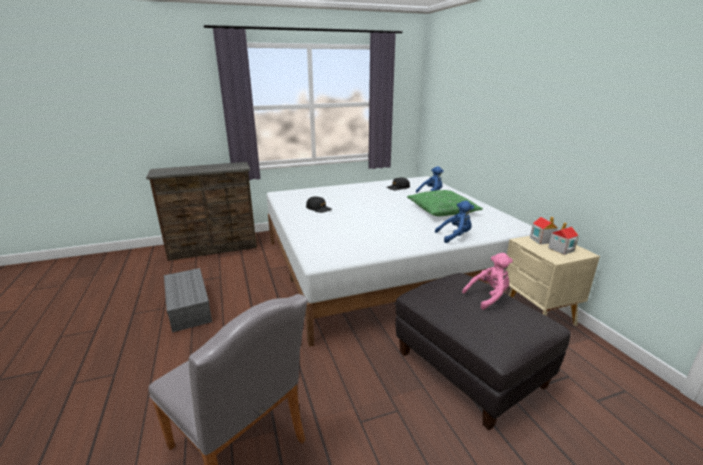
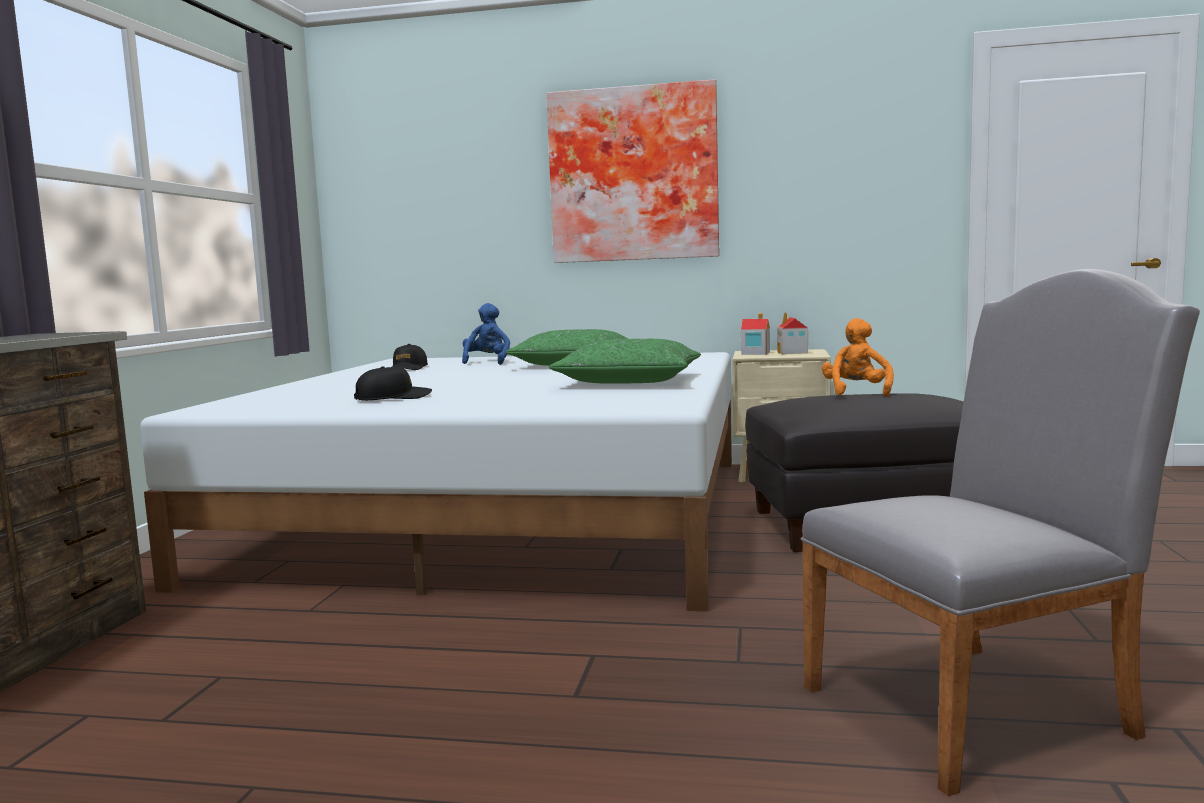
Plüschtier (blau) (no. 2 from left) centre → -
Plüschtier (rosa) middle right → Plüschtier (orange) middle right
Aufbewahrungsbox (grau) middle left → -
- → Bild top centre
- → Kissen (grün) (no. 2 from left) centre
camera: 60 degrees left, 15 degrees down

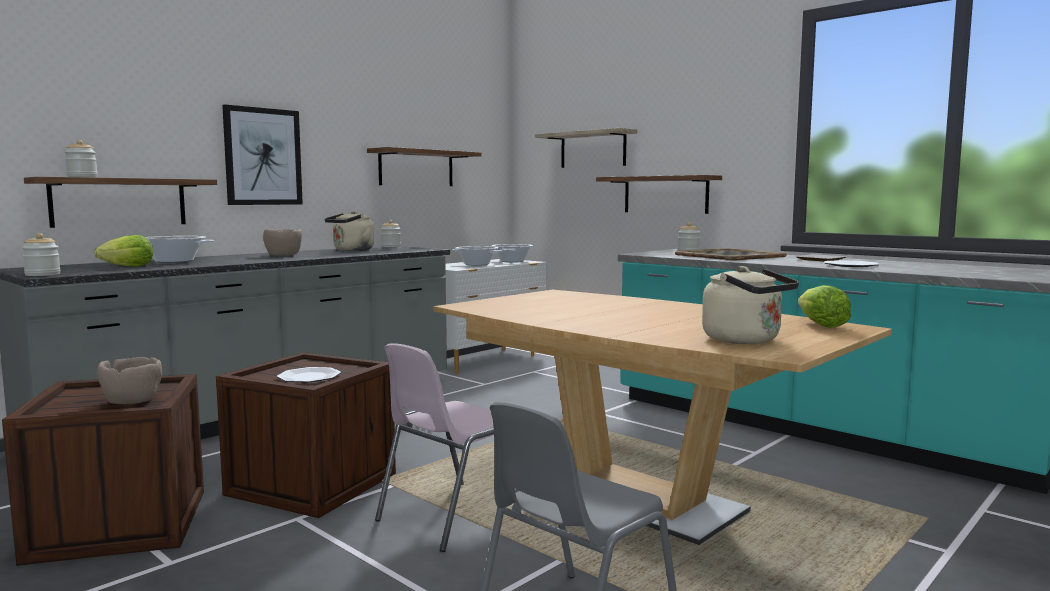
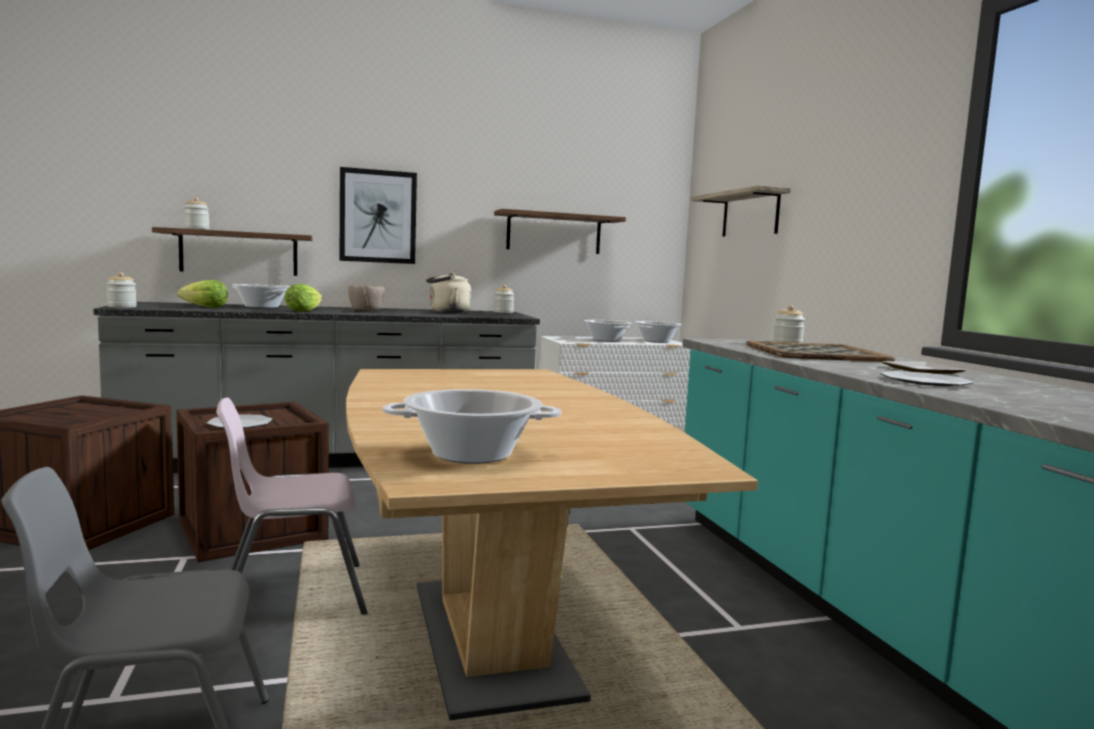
Wandregal (no. 4 from left) top centre → -
Wasserkessel (beige) (no. 2 from left) middle right → Kochtopf (no. 2 from left) centre
Salatkopf (no. 2 from left) middle right → Salatkopf (no. 2 from left) middle left, shifted
Schüssel (braun) (no. 1 from left) middle left → -
camera: 30 degrees right, 0 degrees up

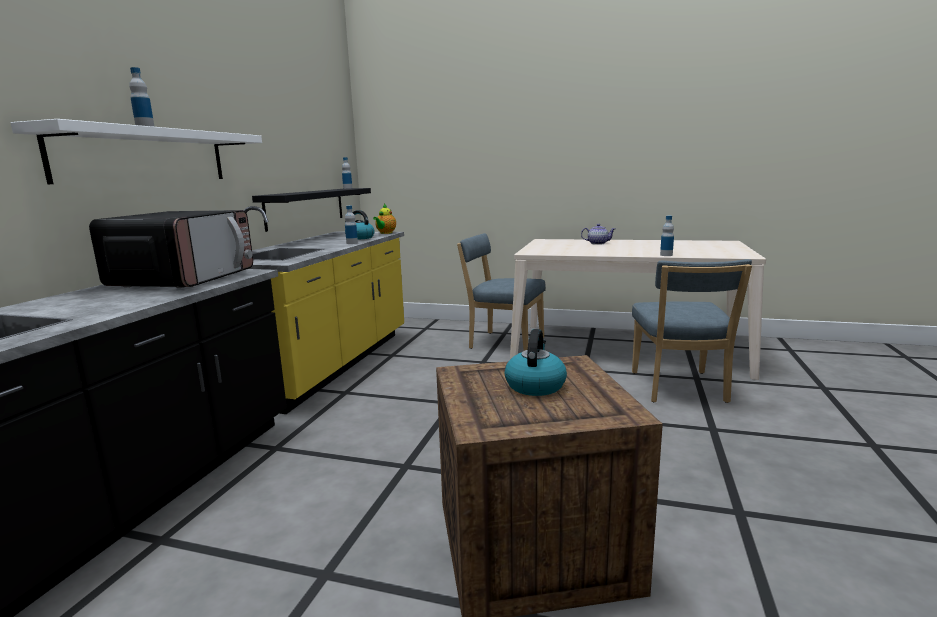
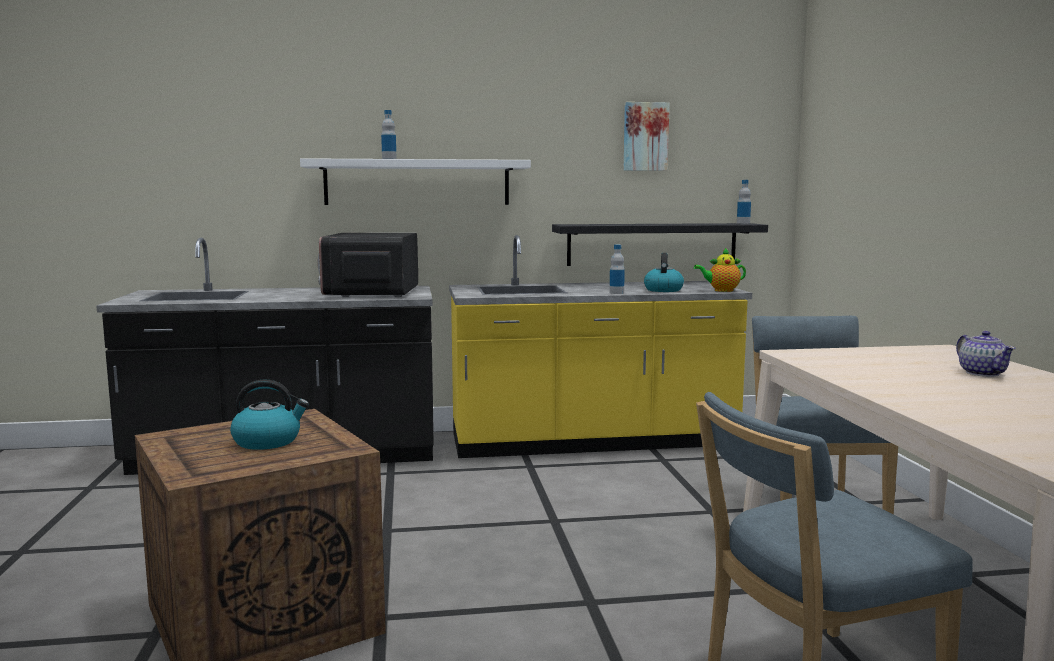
Mikrowelle middle left → Mikrowelle centre, 105 degrees clockwise
Flasche (no. 4 from left) middle right → -
- → Bild top centre
camera: 65 degrees right, 5 degrees down

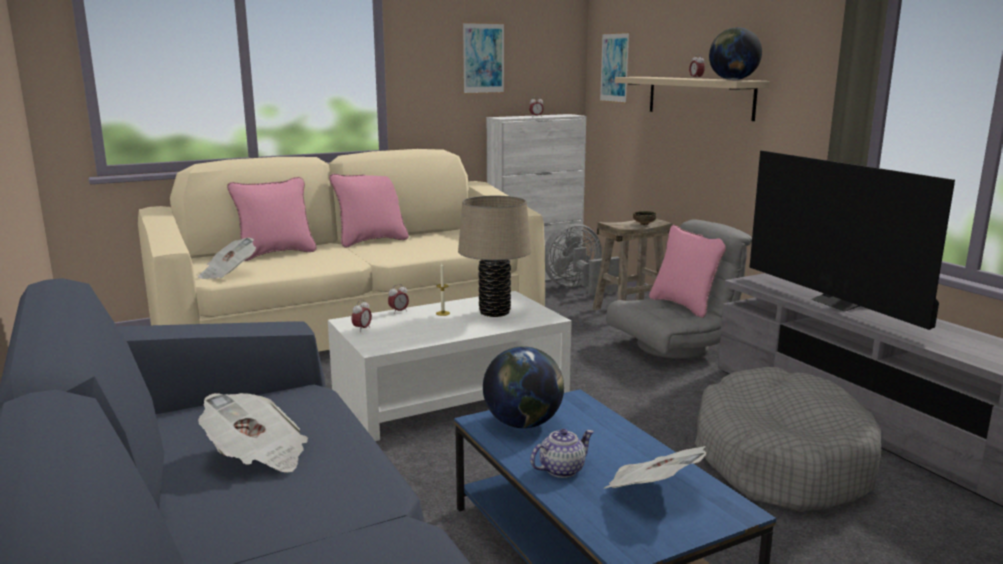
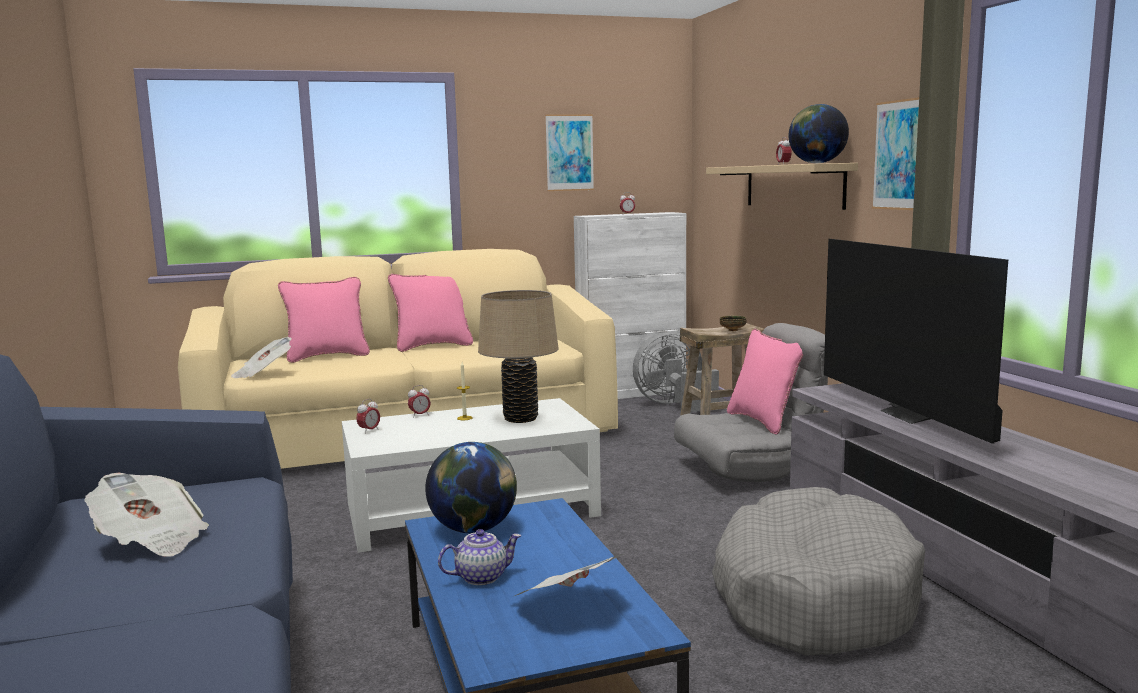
Bild (no. 2 from left) top centre → Bild (no. 2 from left) top right, shifted
camera: 10 degrees right, 5 degrees down

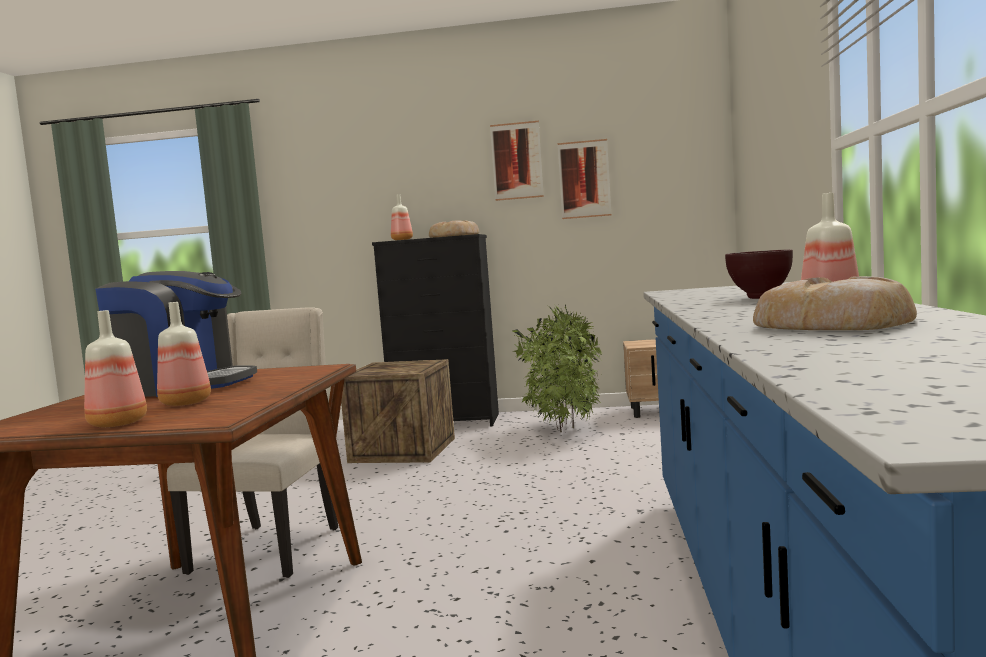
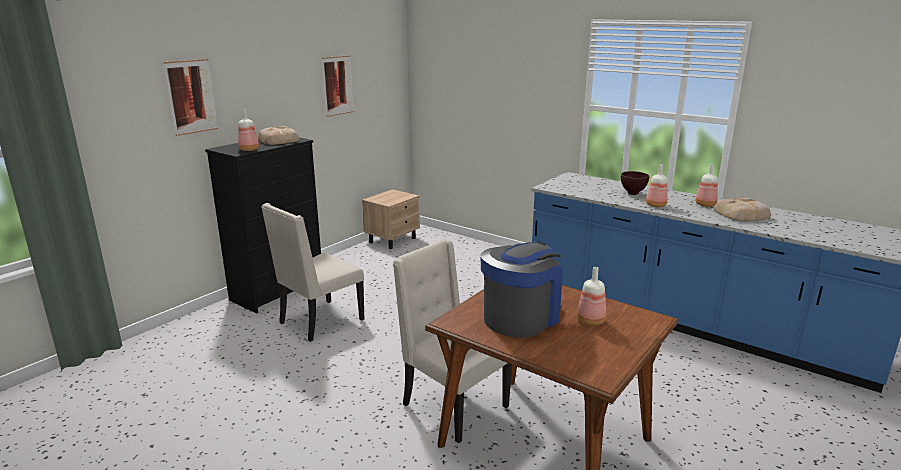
Bild (no. 1 from left) top centre → Bild (no. 1 from left) top left, shifted
Topfpflanze centre → -
Flasche (no. 1 from left in the first image) middle left → Flasche (no. 3 from left) middle right, shifted
Kiste centre → Stuhl (beige) (no. 1 from left) centre
camera: 60 degrees left, 15 degrees up

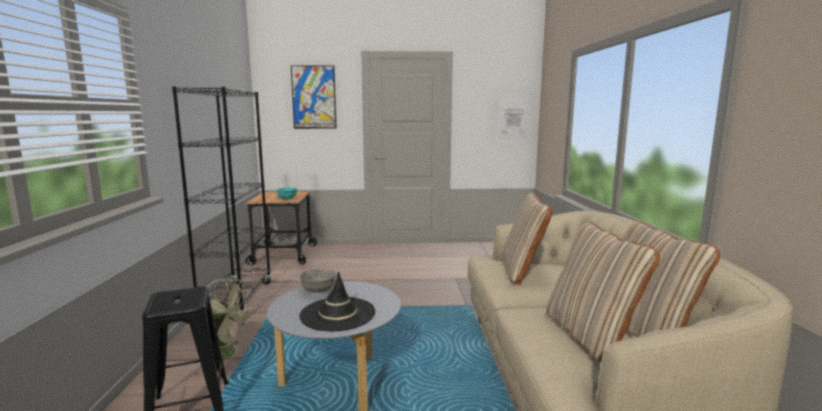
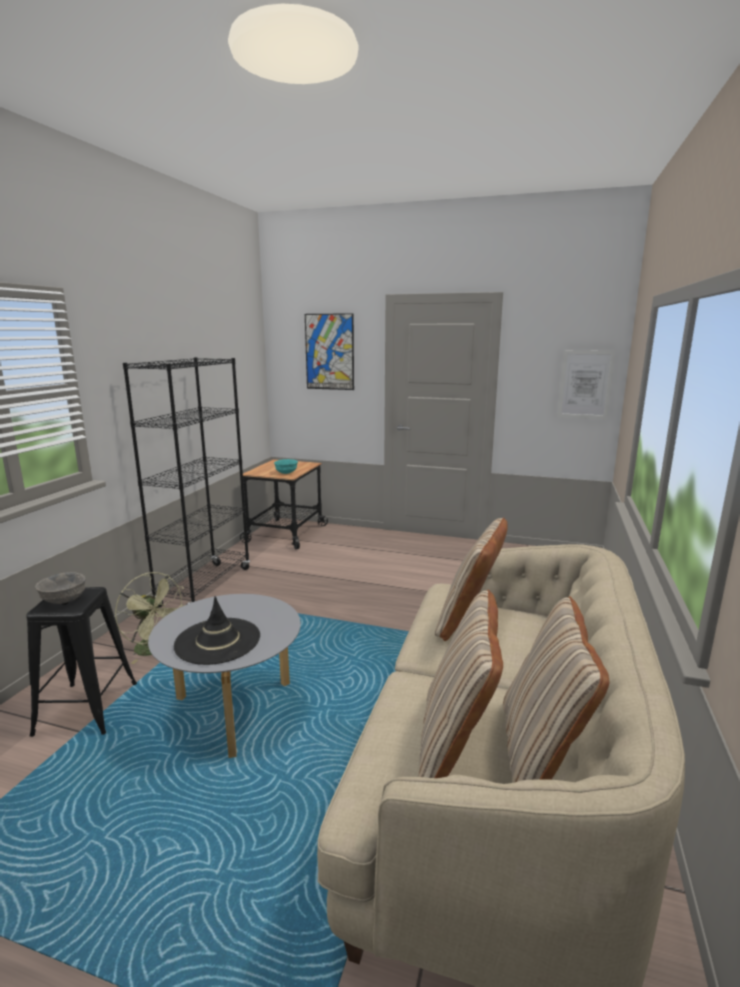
Schüssel (grau) bottom centre → Schüssel (grau) middle left, shifted
camera: 20 degrees right, 5 degrees up

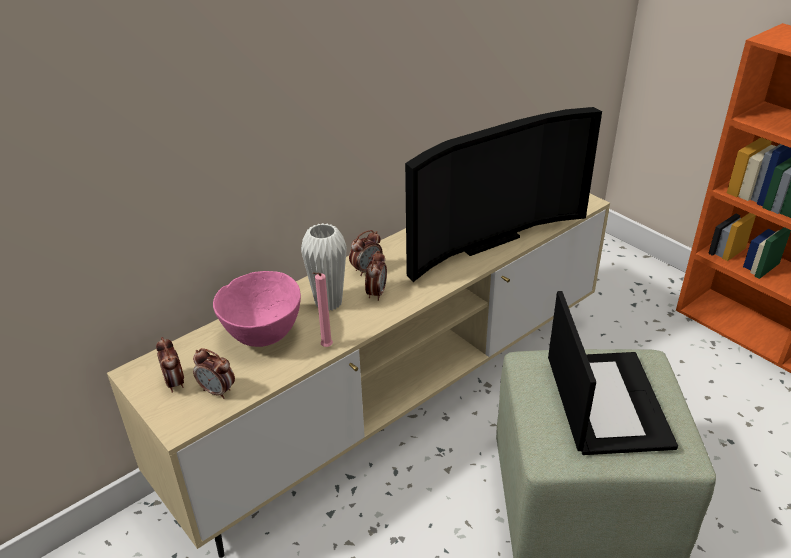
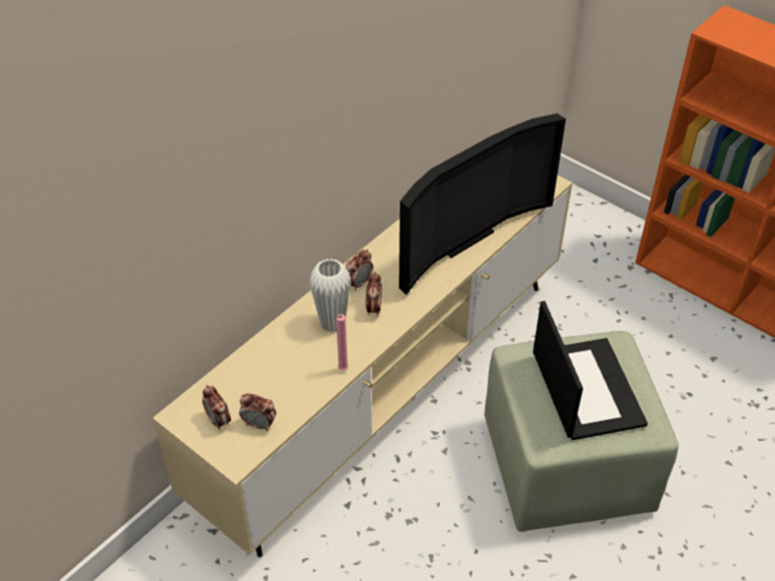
Schüssel (rosa) middle left → -
camera: 10 degrees left, 10 degrees up

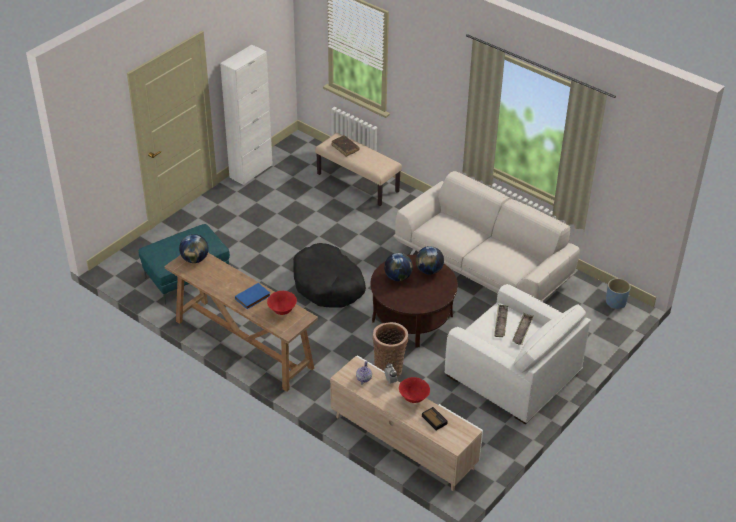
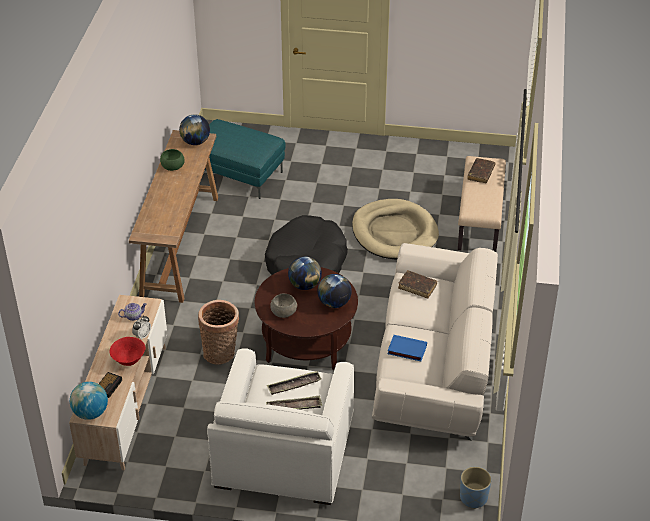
Schrank (weiß) top centre → -
Buch (blau) centre → Buch (blau) bottom centre, shifted
Schüssel (rot) (no. 1 from left) centre → -
- → Schüssel (grün) top left
- → Hundebett (beige) centre
- → Buch (braun) (no. 1 from left) centre
- → Schüssel (grau) centre
- → Globus (no. 1 from left) bottom left
camera: 60 degrees right, 0 degrees up

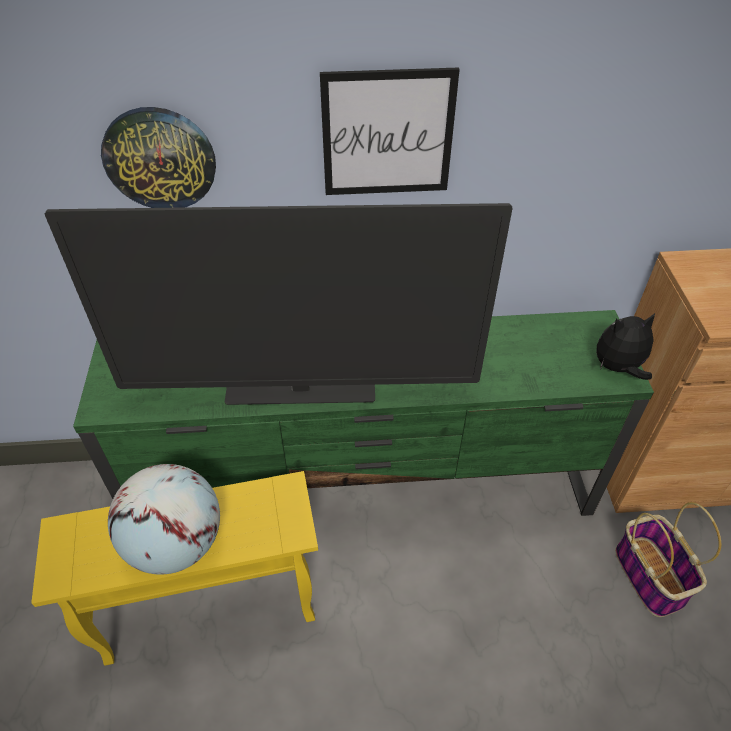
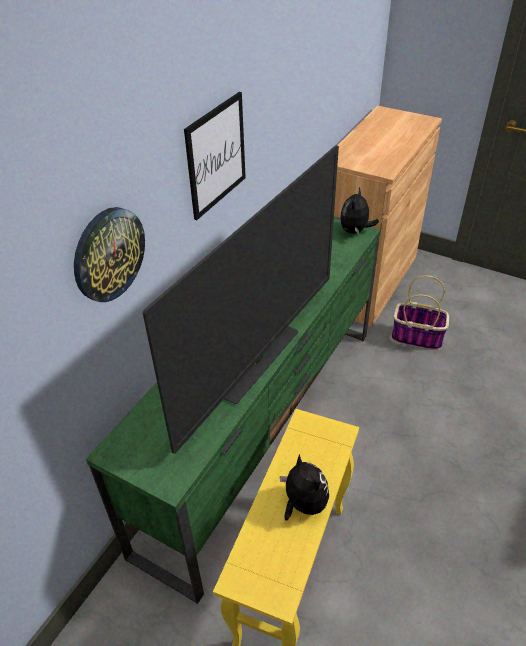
Globus bottom left → Plüschtier (no. 1 from left) bottom centre
camera: 55 degrees left, 5 degrees down

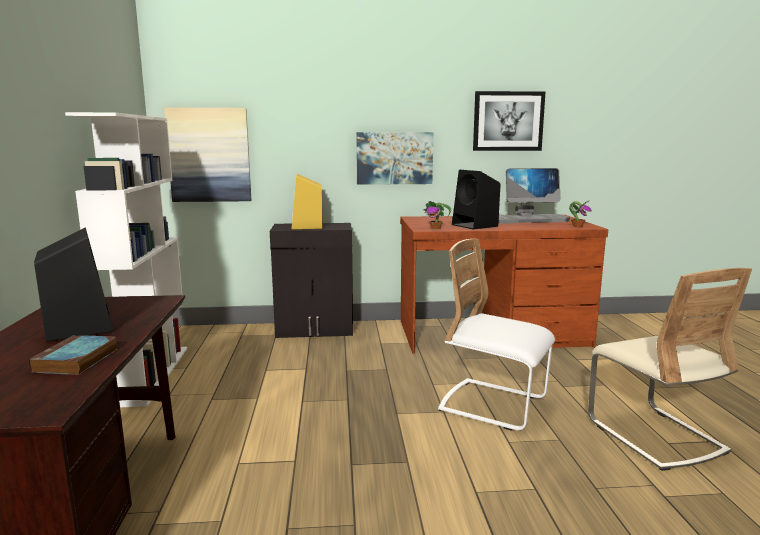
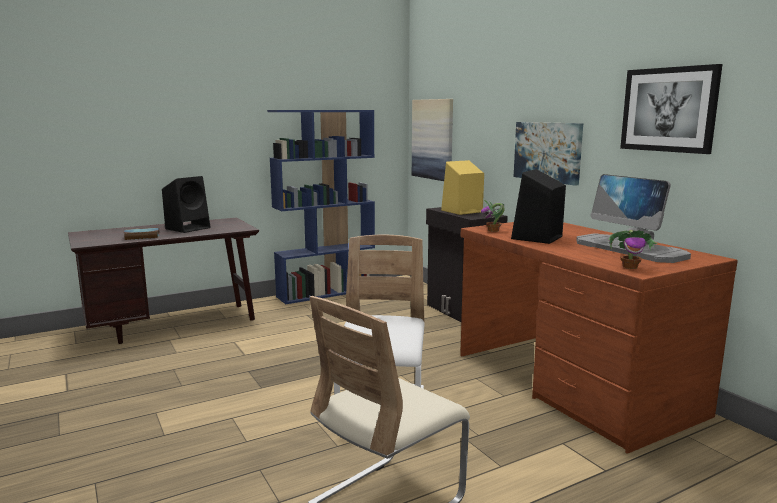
Bücherregal (weiß) middle left → Bücherregal (blau) centre
camera: 65 degrees right, 0 degrees up

